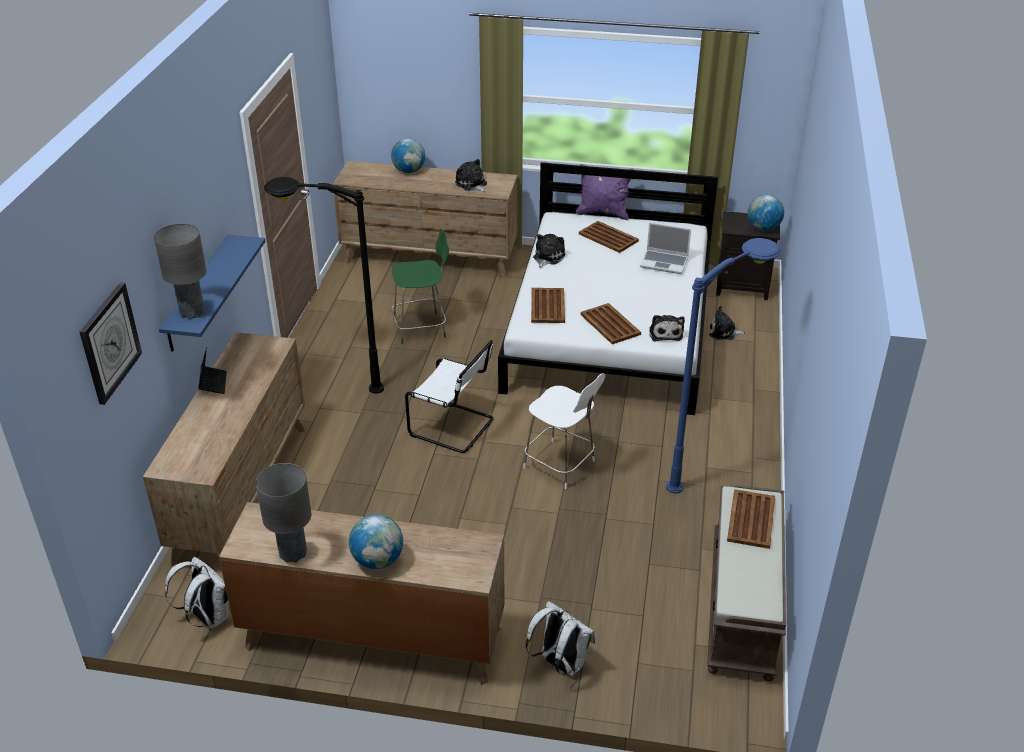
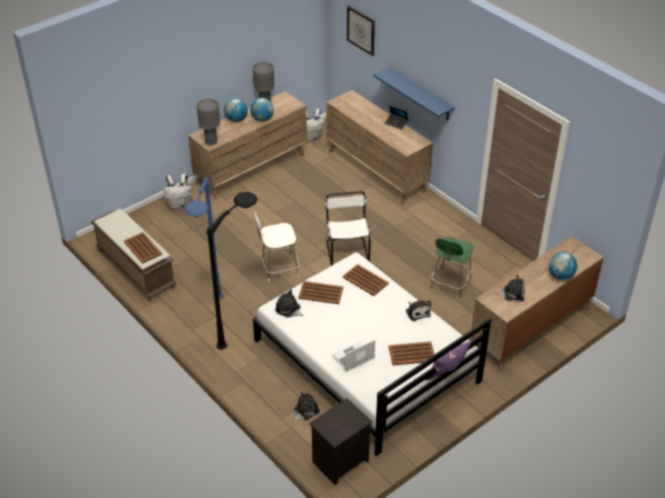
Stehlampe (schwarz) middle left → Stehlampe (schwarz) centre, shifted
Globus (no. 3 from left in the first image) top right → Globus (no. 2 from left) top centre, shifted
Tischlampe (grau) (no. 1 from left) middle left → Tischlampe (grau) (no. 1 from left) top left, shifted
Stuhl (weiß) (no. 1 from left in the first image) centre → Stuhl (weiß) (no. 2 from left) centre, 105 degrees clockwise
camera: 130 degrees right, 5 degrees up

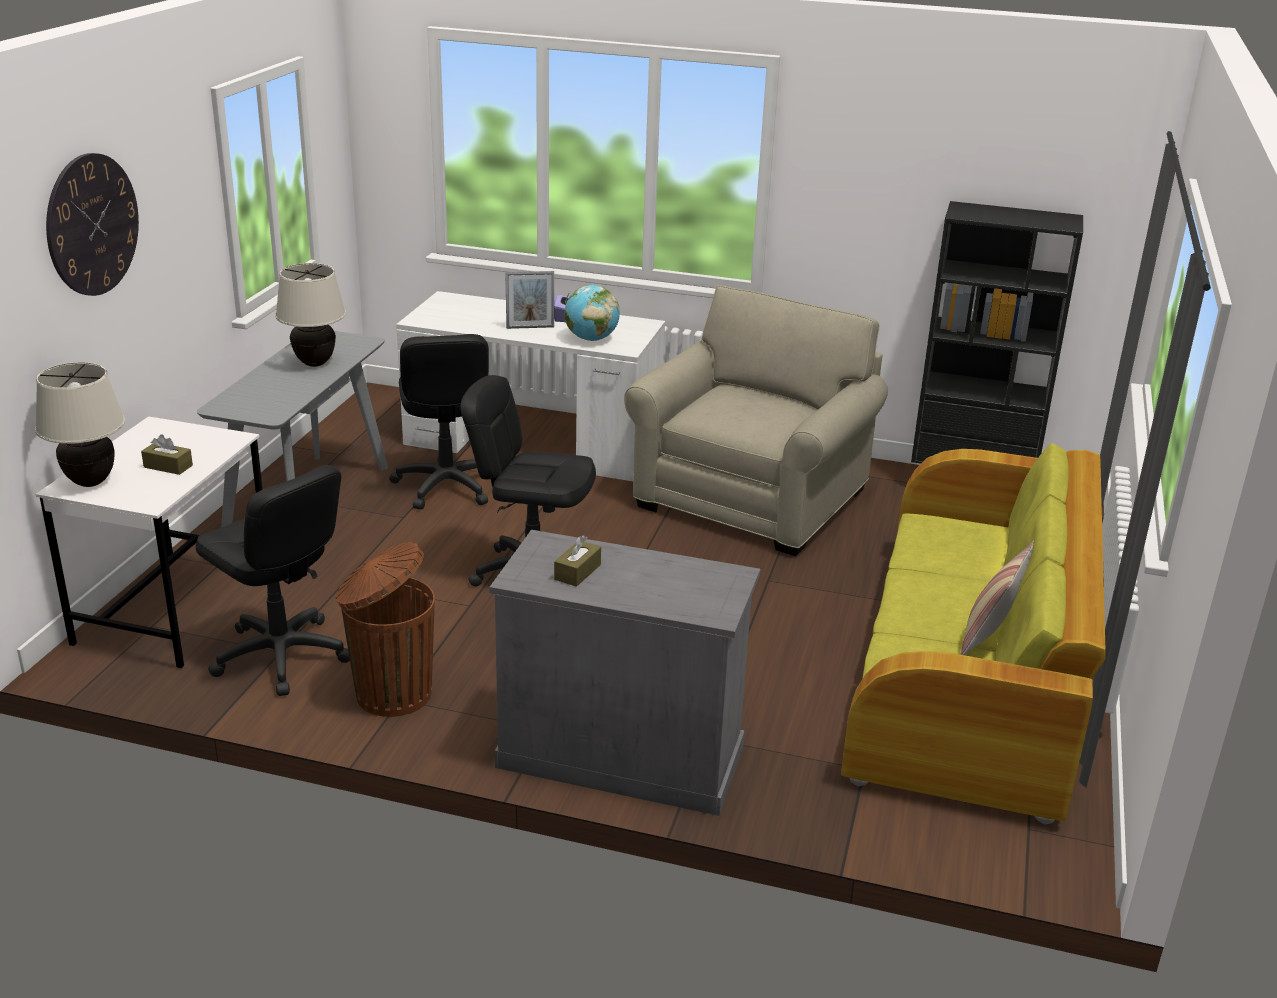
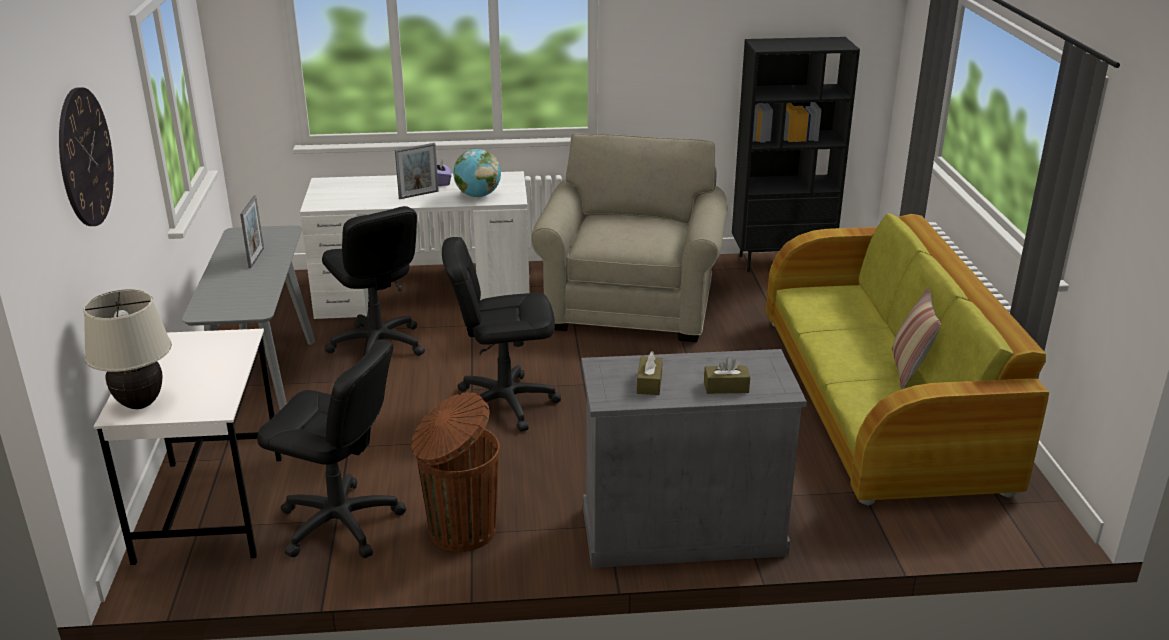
Tischlampe (beige) (no. 2 from left) top left → Bilderrahmen (no. 1 from left) middle left
Taschentuchbox (braun) (no. 1 from left in the first image) middle left → Taschentuchbox (braun) (no. 2 from left) centre, shifted
camera: 20 degrees left, 0 degrees up

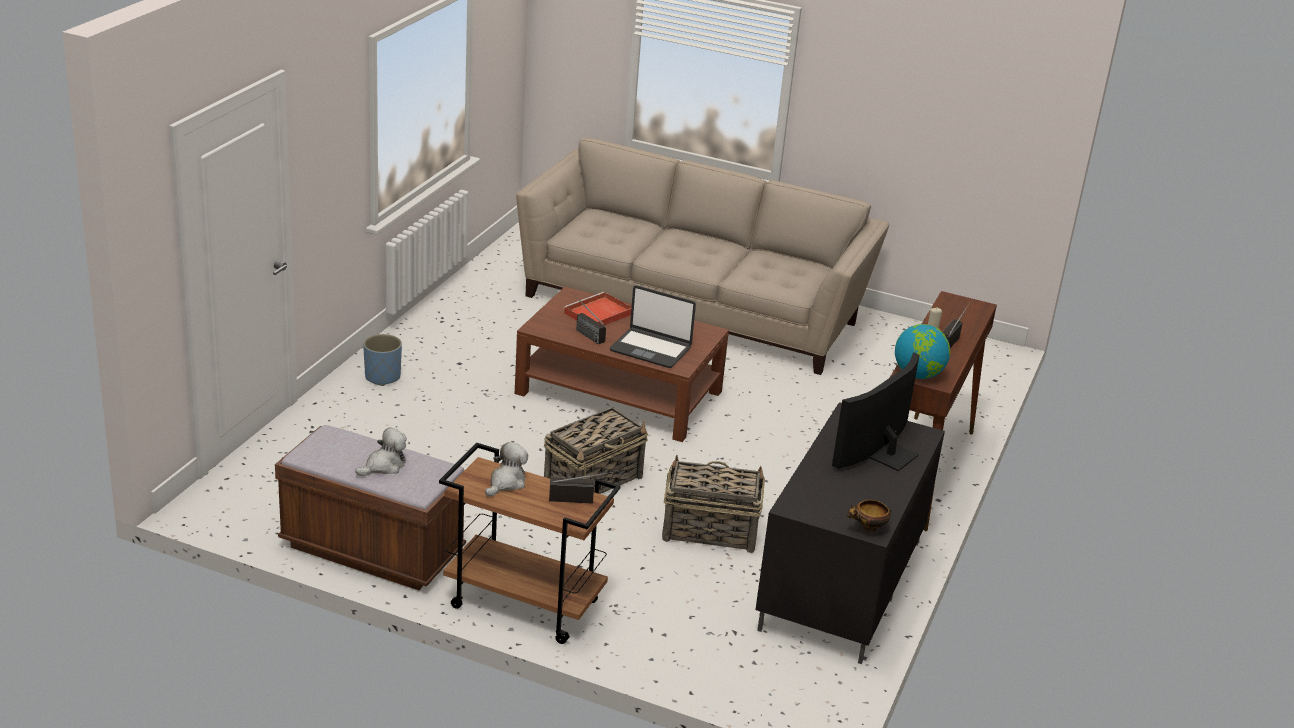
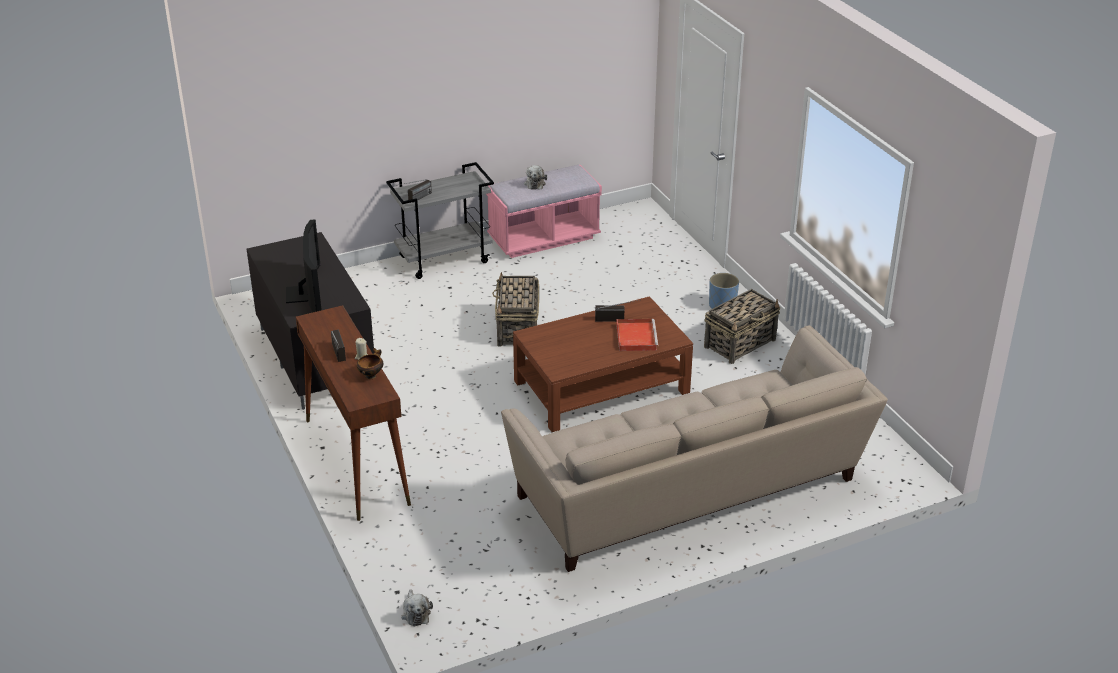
Laptop centre → -
Globus middle right → -
Bank (braun) bottom left → Bank (rosa) top centre
Plüschtier (no. 2 from left in the first image) centre → Plüschtier (no. 1 from left) bottom centre, shifted
Rollwagen (braun) bottom centre → Rollwagen (grau) top centre
Korb (no. 2 from left) bottom centre → Korb (no. 2 from left) centre, shifted
Schüssel bottom right → Schüssel middle left, shifted
camera: 135 degrees right, 5 degrees up

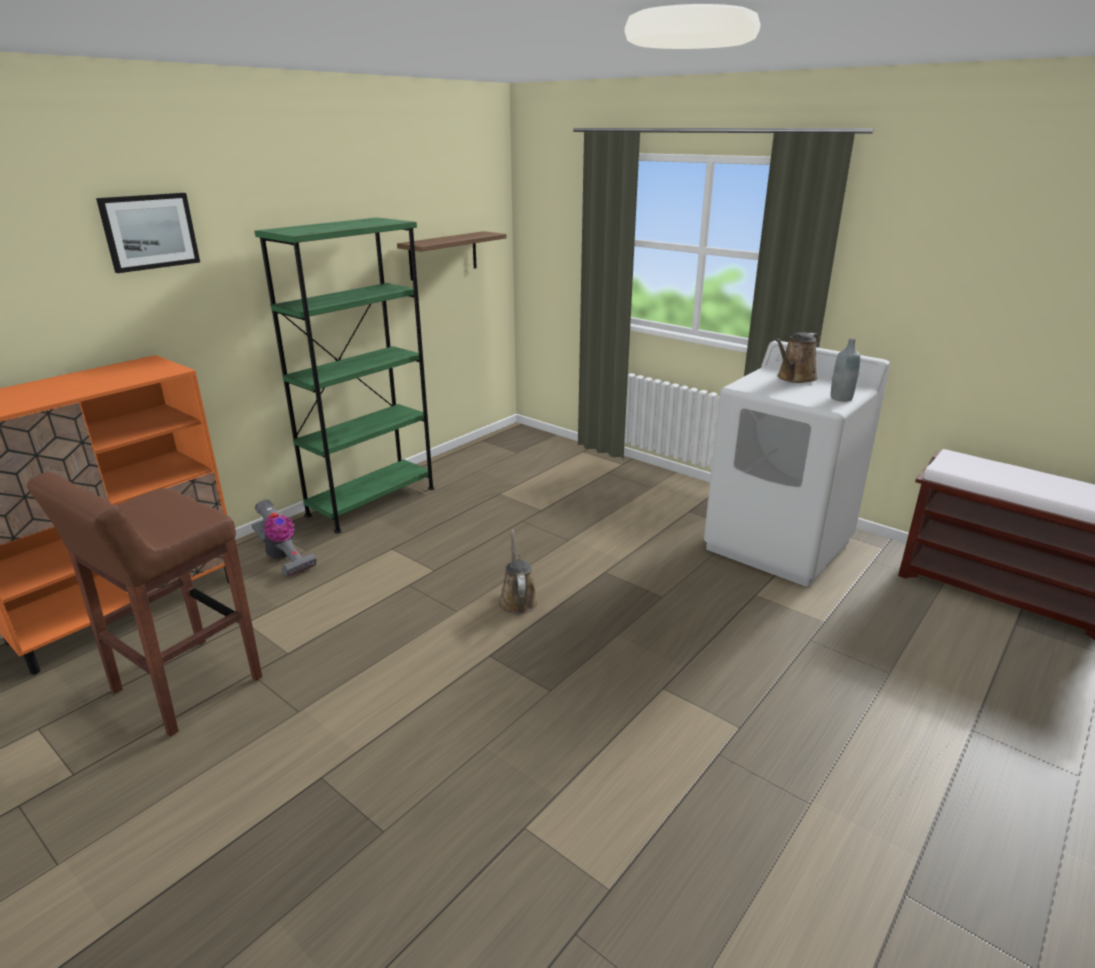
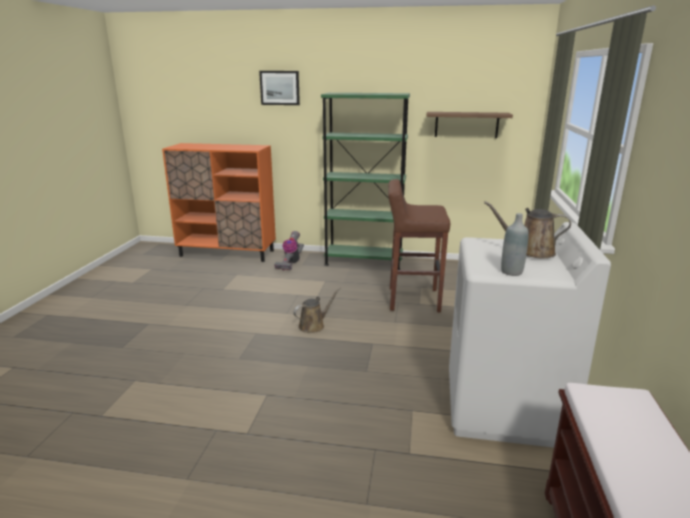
Hocker (braun) middle left → Hocker (braun) centre, shifted
camera: 60 degrees right, 5 degrees down

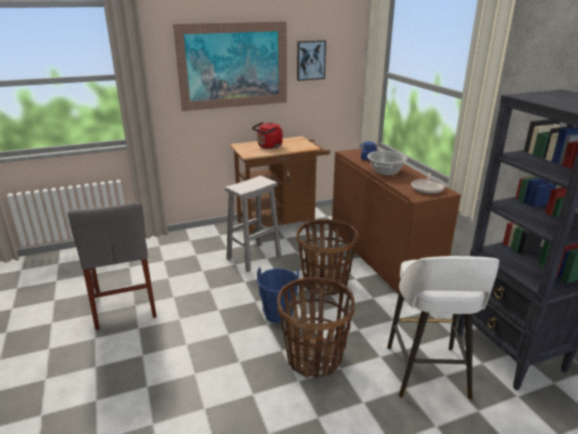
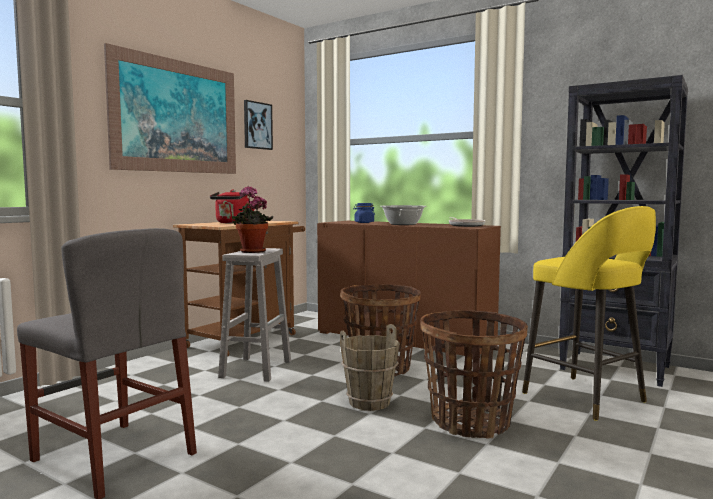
Hocker (weiß) (no. 2 from left) bottom right → Hocker (gelb) middle right
Eimer (blau) bottom centre → Eimer (braun) bottom centre
- → Topfpflanze centre
camera: 35 degrees left, 20 degrees down

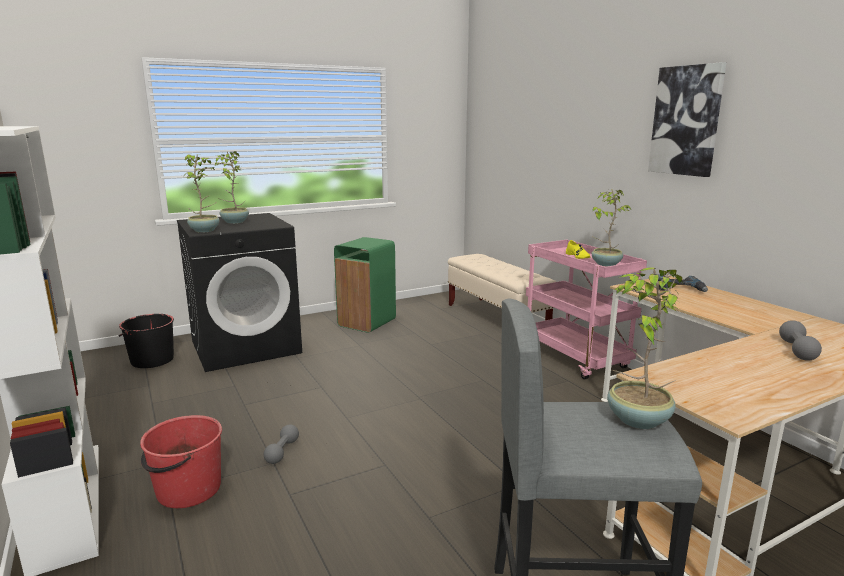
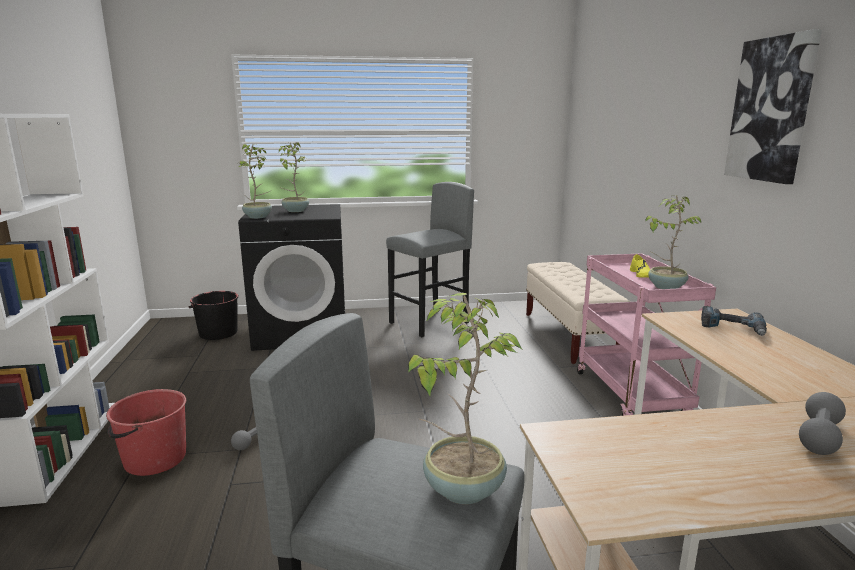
Mülleimer (grün) centre → Hocker (grau) (no. 2 from left) centre
camera: 20 degrees right, 0 degrees up

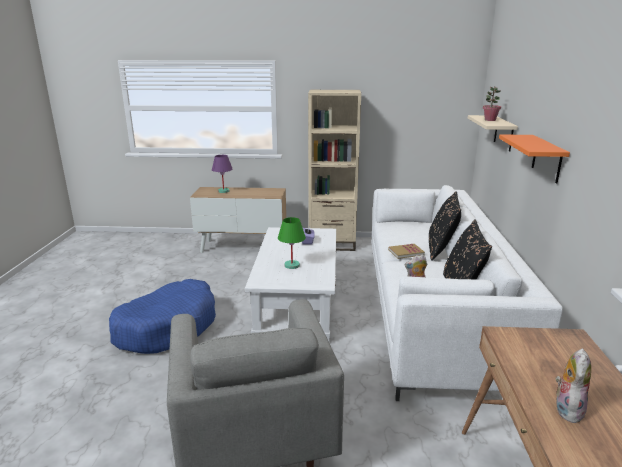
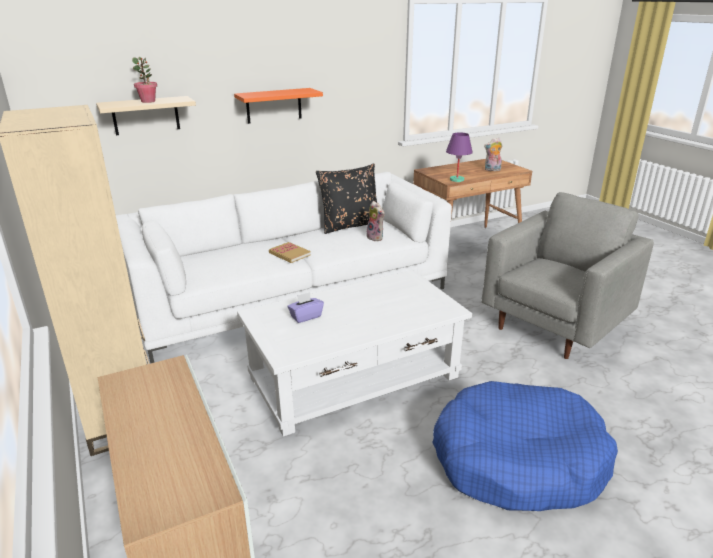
Tischlampe (lila) centre → Tischlampe (lila) top centre, shifted
Kissen (schwarz) (no. 1 from left) middle right → -
Tischlampe (grün) centre → -
camera: 120 degrees left, 5 degrees up

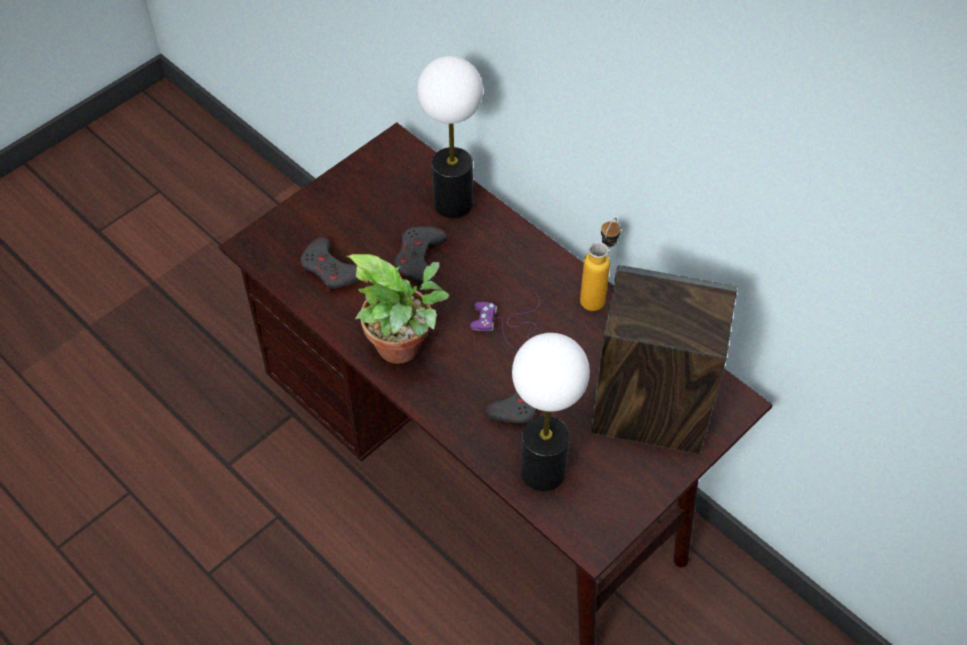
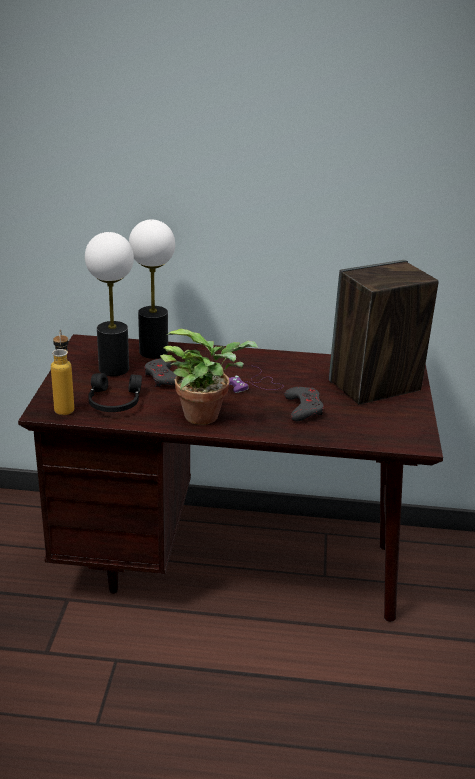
Flasche centre → Flasche middle left, shifted
Gamepad (grau) (no. 1 from left) centre → Kopfhörer (schwarz) middle left
Tischlampe (no. 2 from left in the first image) centre → Tischlampe (no. 1 from left) middle left, shifted
camera: 40 degrees left, 25 degrees down

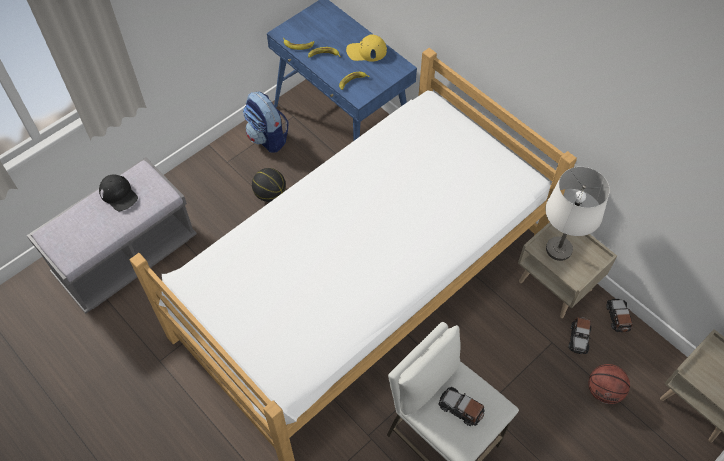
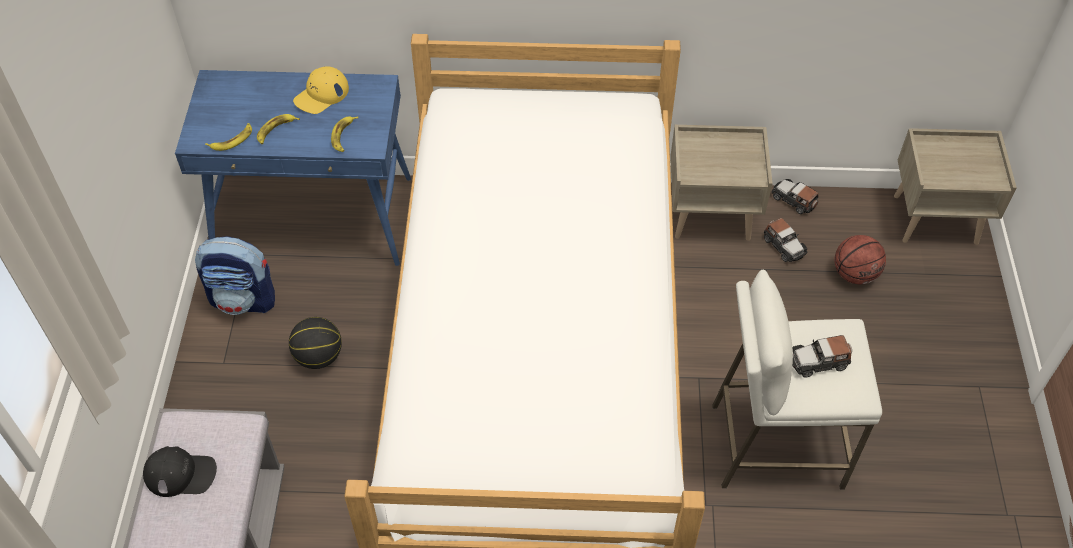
Tischlampe (weiß) middle right → -
camera: 45 degrees left, 5 degrees down

